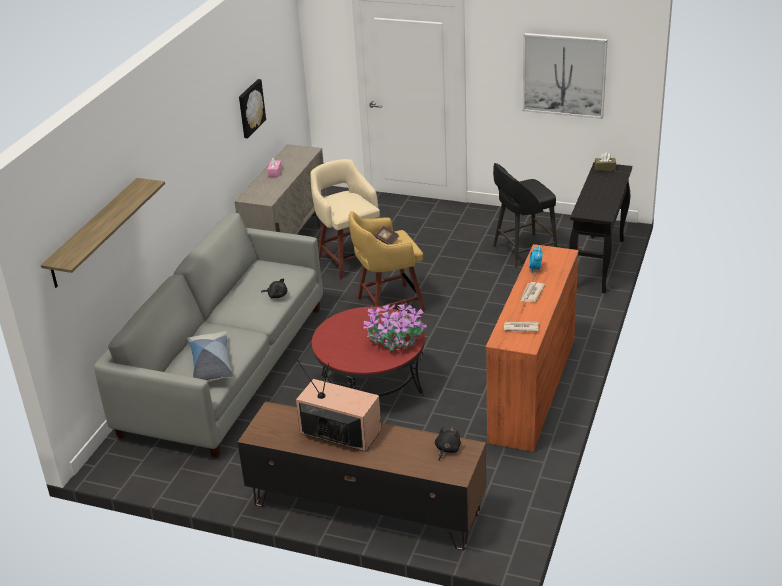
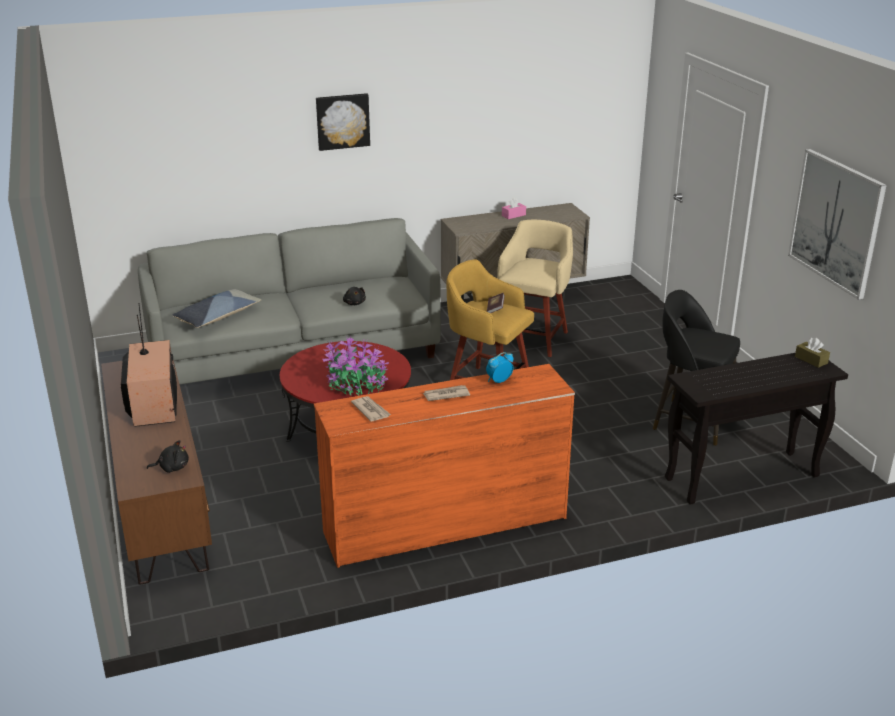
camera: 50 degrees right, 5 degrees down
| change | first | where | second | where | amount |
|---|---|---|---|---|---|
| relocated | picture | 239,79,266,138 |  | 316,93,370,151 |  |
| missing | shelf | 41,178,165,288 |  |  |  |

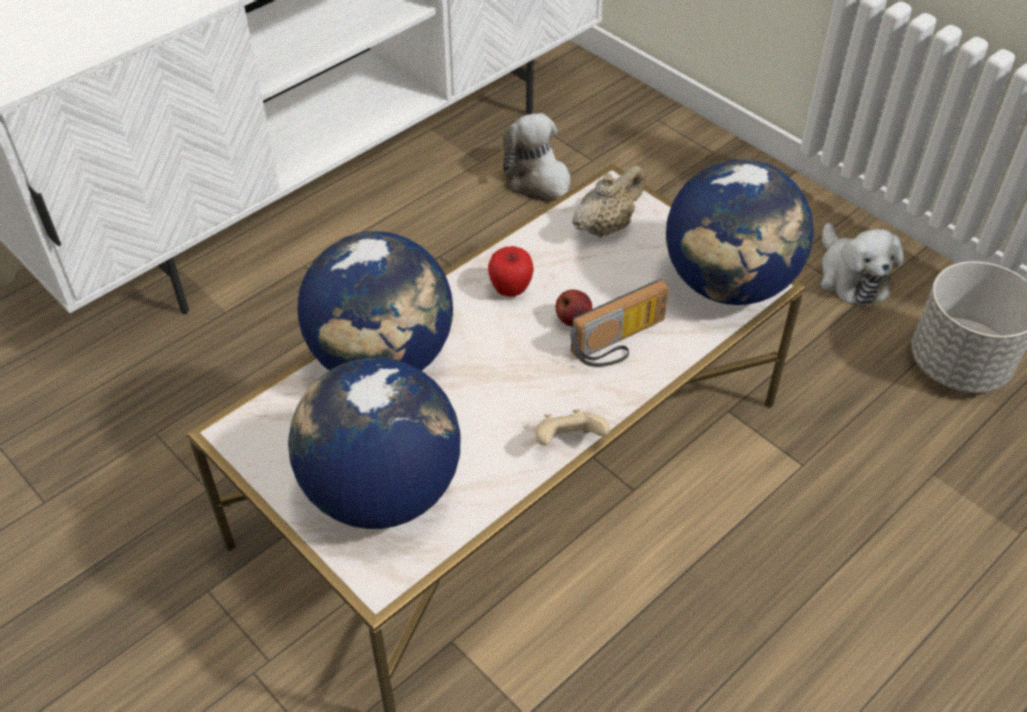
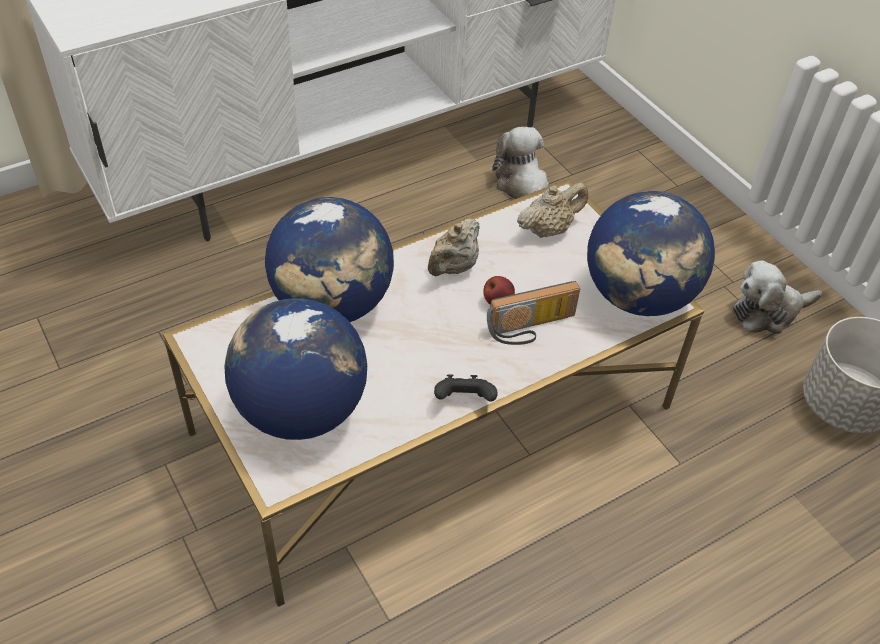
camera: 10 degrees right, 0 degrees up
| change | first | where | second | where | amount |
|---|---|---|---|---|---|
| exchanged | apple | 488,246,534,297 | teapot (beige) | 428,218,480,276 |  |
| colour | game controller (beige) | 535,409,610,446 | game controller (black) | 434,374,497,402 |  |
| spun | plush toy | 820,223,904,306 |  | 732,260,822,334 | 75 degrees clockwise |

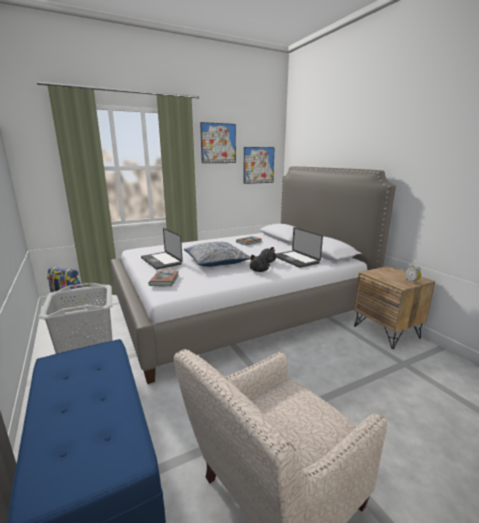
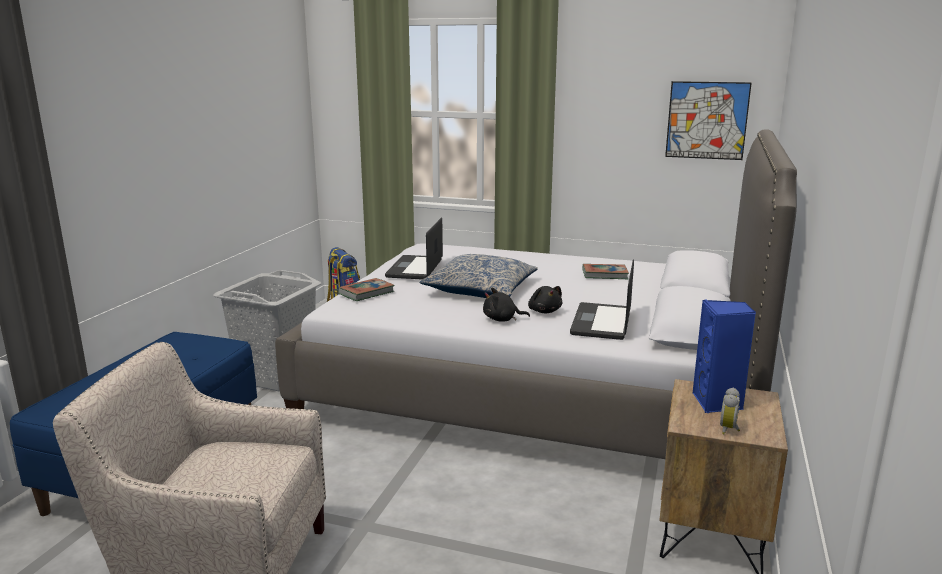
camera: 45 degrees right, 0 degrees up
| change | first | where | second | where | amount |
|---|---|---|---|---|---|
| appeared |  |  | speaker (blue) | 692,300,756,413 |  |
| missing | picture | 200,122,236,163 |  |  |  |

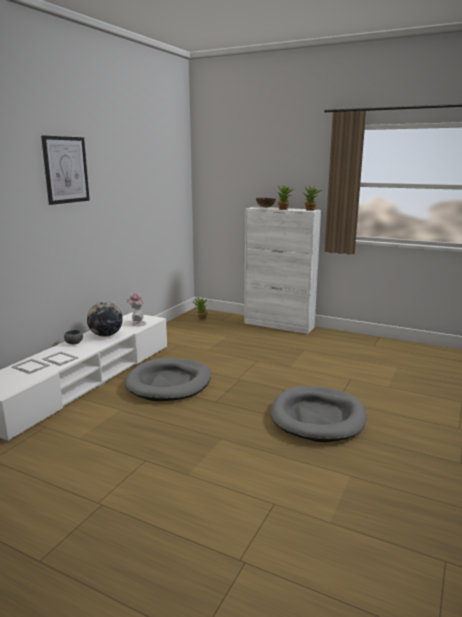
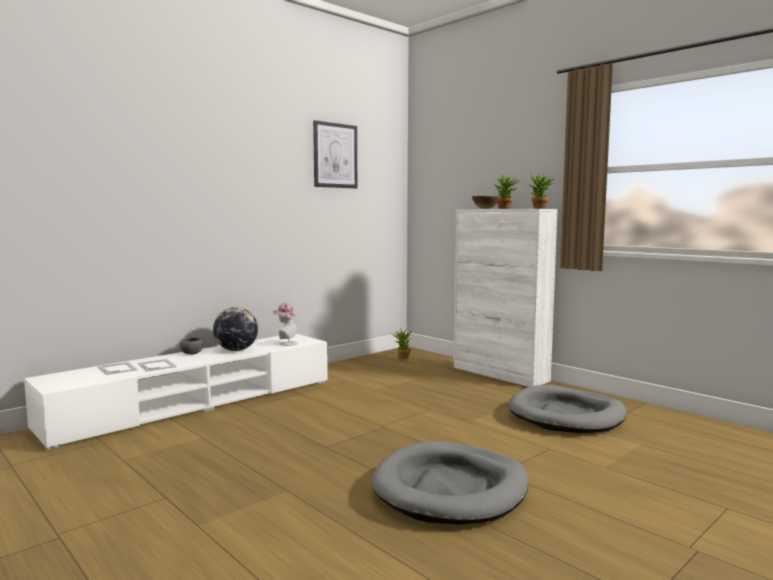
camera: 20 degrees right, 10 degrees down
| change | first | where | second | where | amount |
|---|---|---|---|---|---|
| relocated | picture | 41,135,90,205 |  | 313,120,357,188 |  |
| relocated | dog bed (grey) | 125,358,211,401 |  | 508,385,627,433 |  |

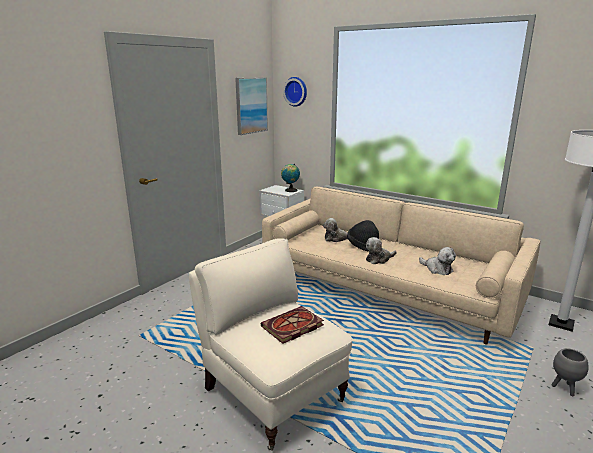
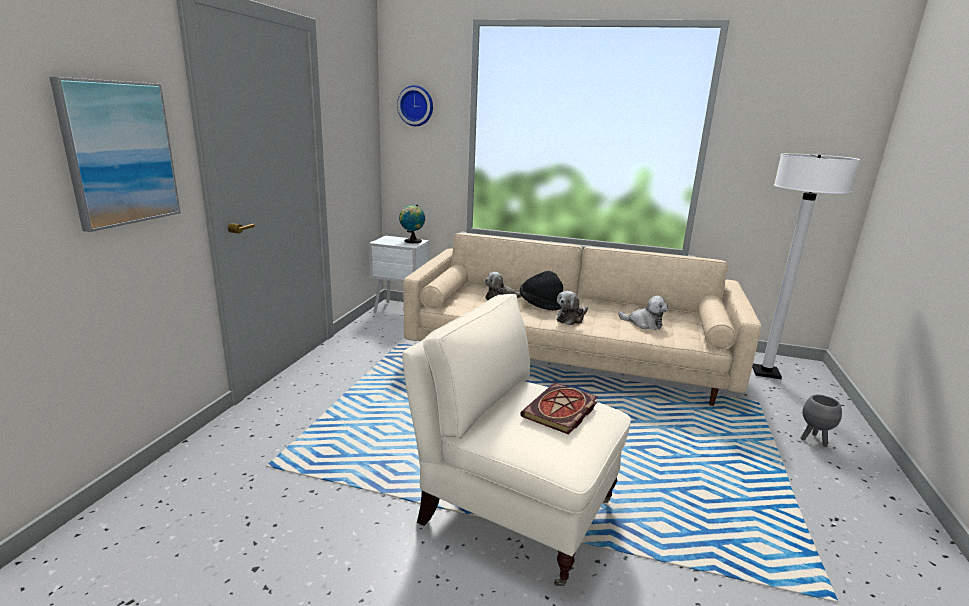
camera: 20 degrees left, 0 degrees up
| change | first | where | second | where | amount |
|---|---|---|---|---|---|
| relocated | picture | 235,77,268,135 |  | 49,77,181,232 |  |

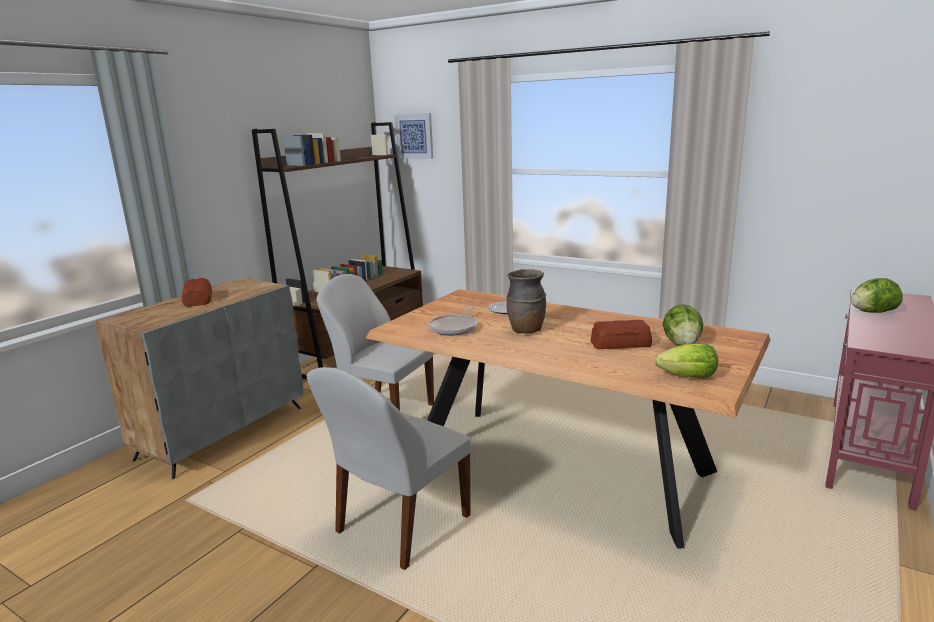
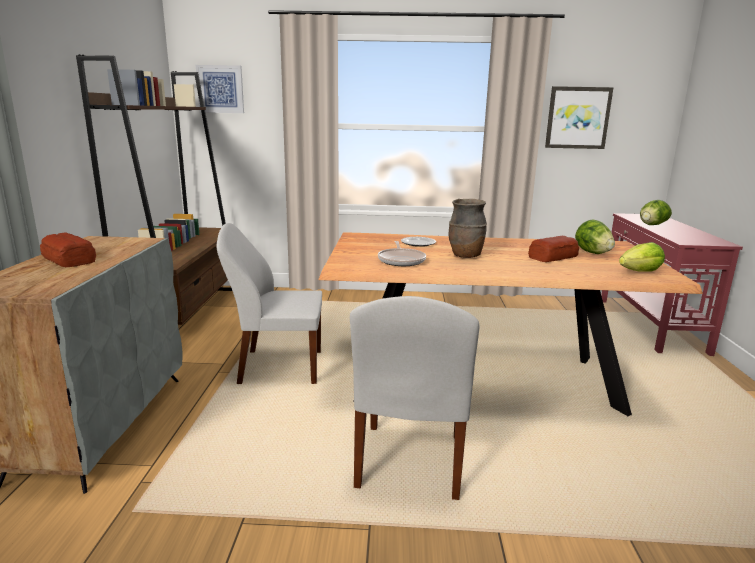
camera: 30 degrees left, 0 degrees up
| change | first | where | second | where | amount |
|---|---|---|---|---|---|
| appeared |  |  | picture | 545,86,614,149 |  |

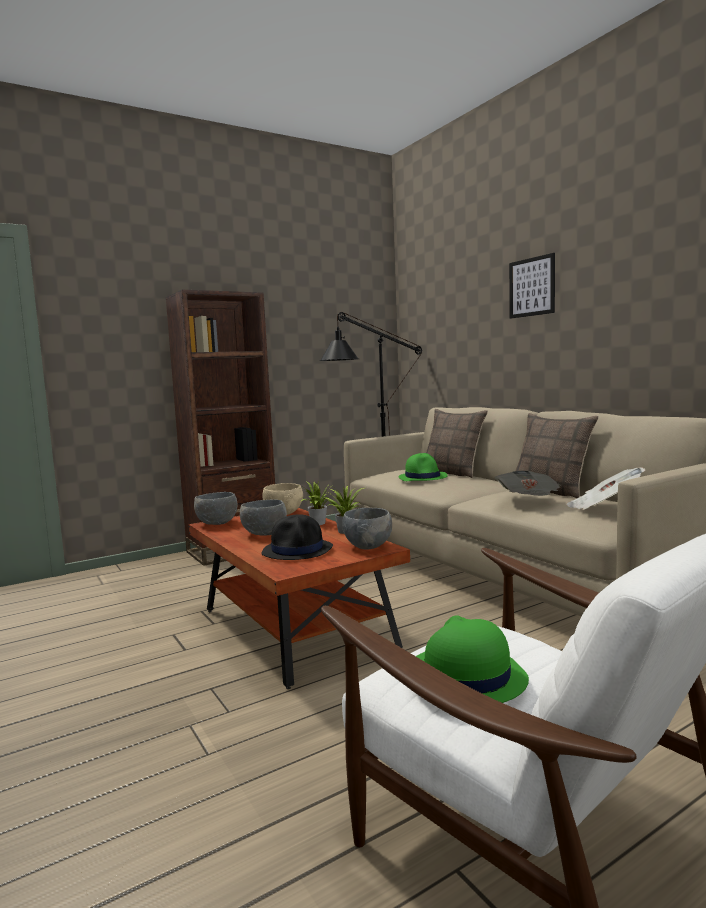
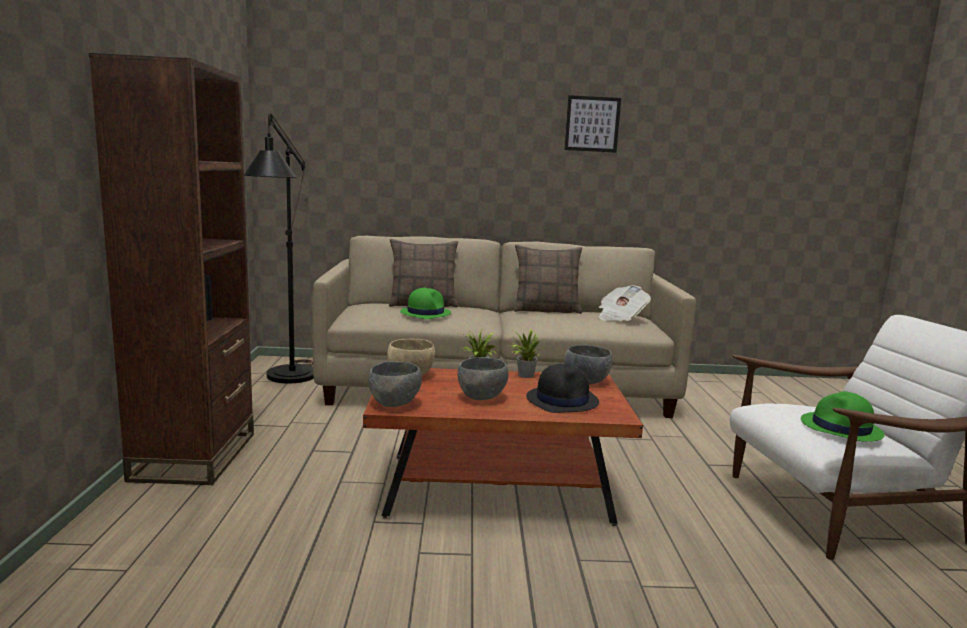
camera: 60 degrees left, 5 degrees up
| change | first | where | second | where | amount |
|---|---|---|---|---|---|
| relocated | picture | 509,253,555,319 |  | 564,95,621,153 |  |
| missing | newspaper | 495,470,561,496 |  |  |  |

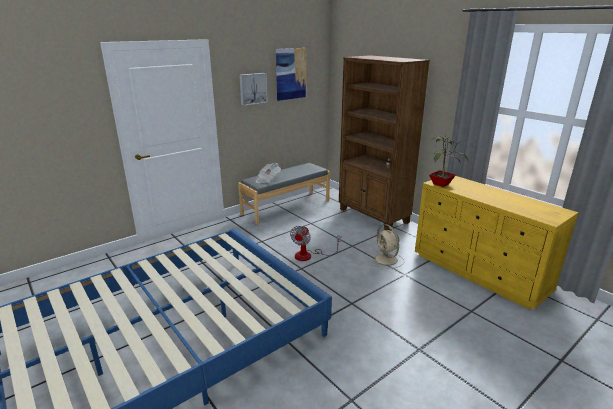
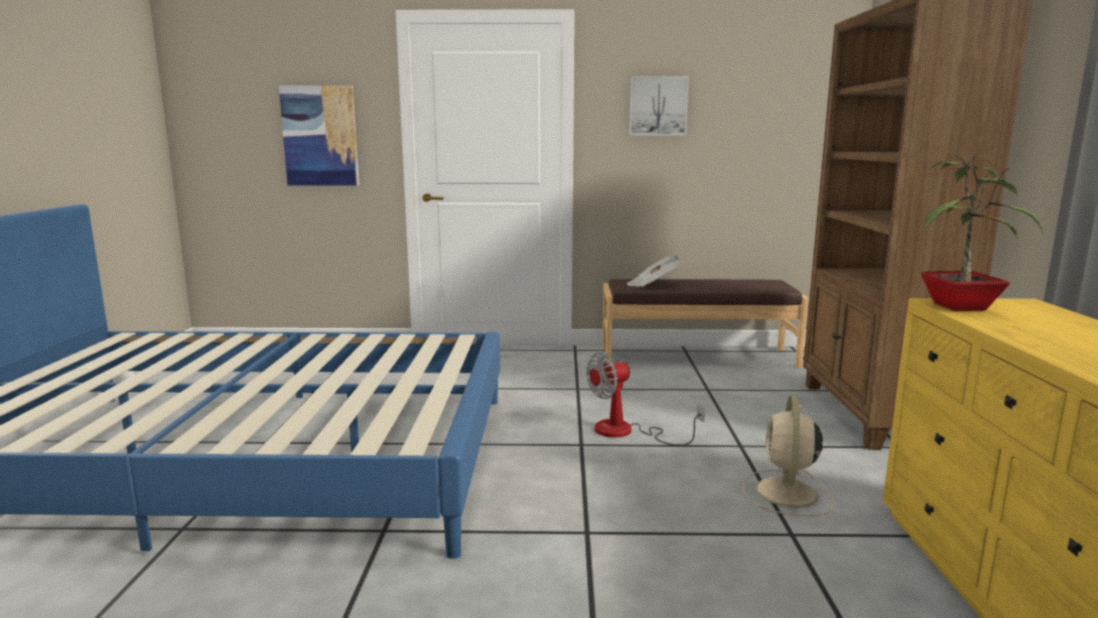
camera: 40 degrees right, 10 degrees down
| change | first | where | second | where | amount |
|---|---|---|---|---|---|
| relocated | picture | 276,48,306,101 |  | 279,86,359,186 |  |
| colour | bench (grey) | 238,163,330,225 | bench (brown) | 602,279,808,368 |  |

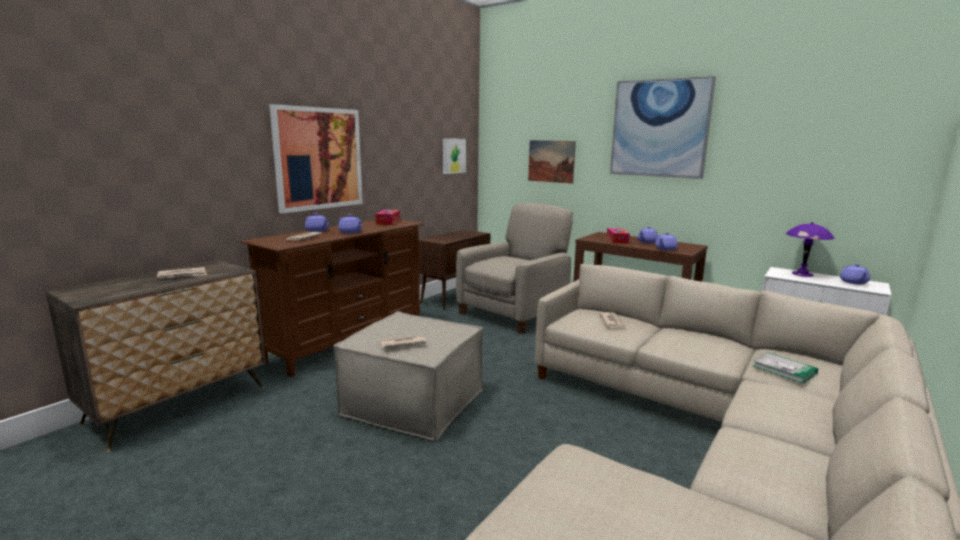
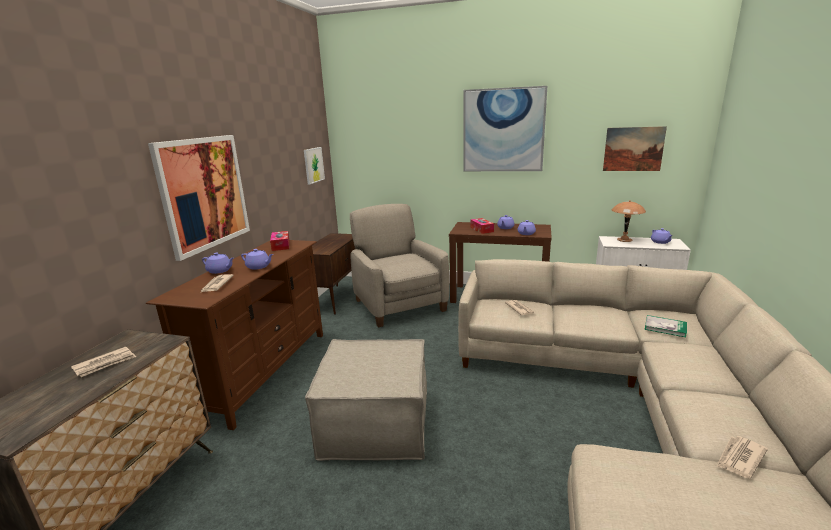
camera: 20 degrees left, 5 degrees up
| change | first | where | second | where | amount |
|---|---|---|---|---|---|
| spun | armchair (beige) | 456,203,573,334 |  | 350,204,449,327 | 45 degrees counterclockwise |
| relocated | picture | 528,140,576,184 |  | 603,126,667,171 |  |
| colour | table lamp (purple) | 786,222,834,277 | table lamp (brown) | 612,200,646,242 |  |
| relocated | newspaper | 380,335,426,348 |  | 717,436,768,478 |  |

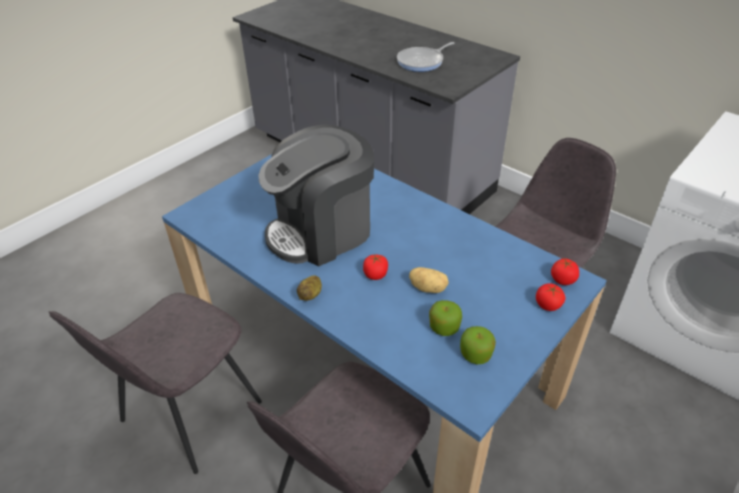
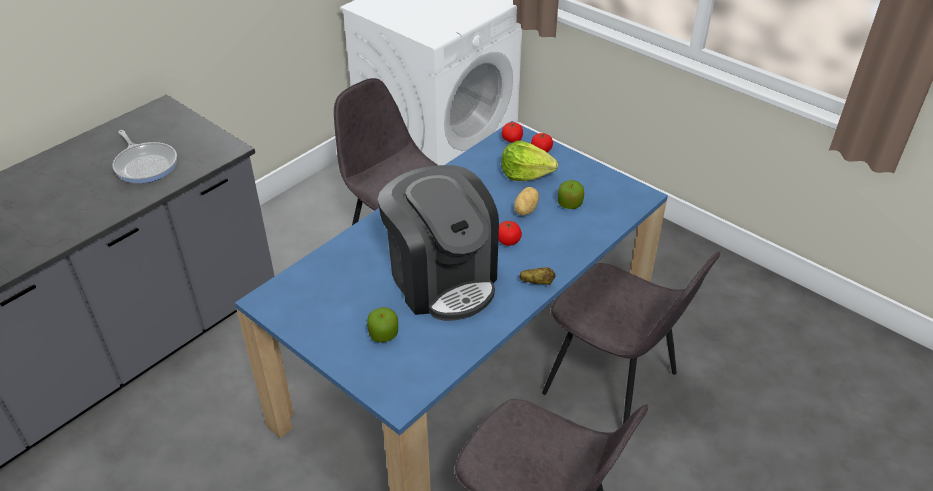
camera: 90 degrees left, 0 degrees up
| change | first | where | second | where | amount |
|---|---|---|---|---|---|
| relocated | apple | 460,326,496,364 |  | 367,307,398,342 |  |
| appeared |  |  | lettuce | 501,141,558,181 |  |

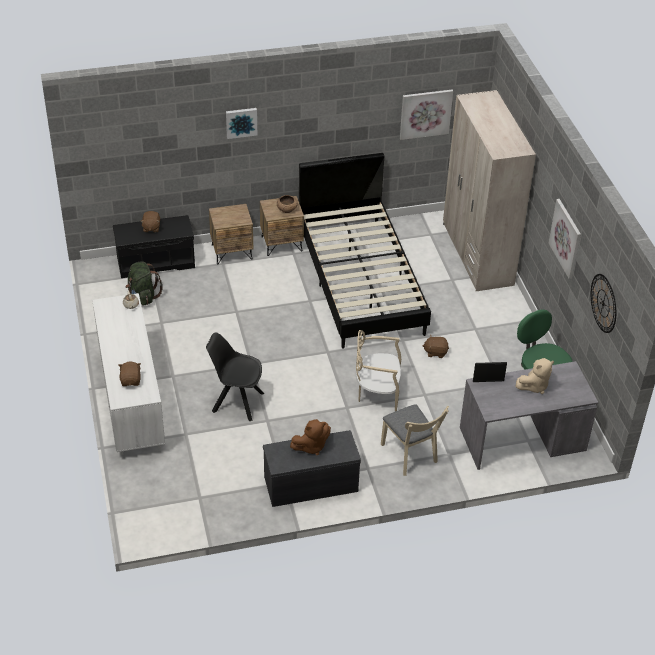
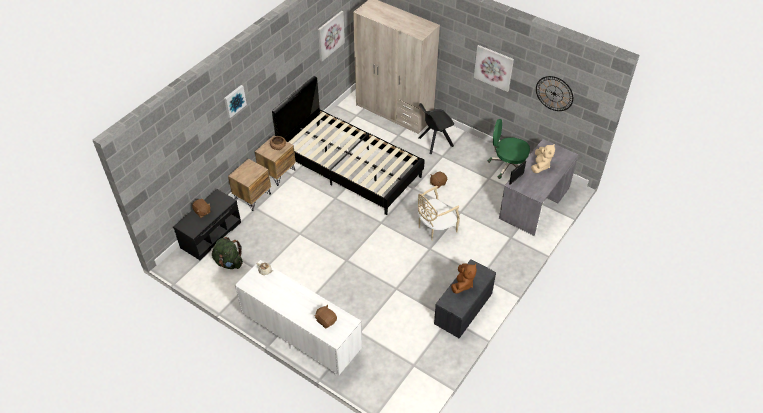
camera: 40 degrees left, 5 degrees up
| change | first | where | second | where | amount |
|---|---|---|---|---|---|
| relocated | chair (black) | 206,332,265,421 |  | 419,103,454,154 |  |
| missing | chair (beige) | 381,404,449,476 |  |  |  |

